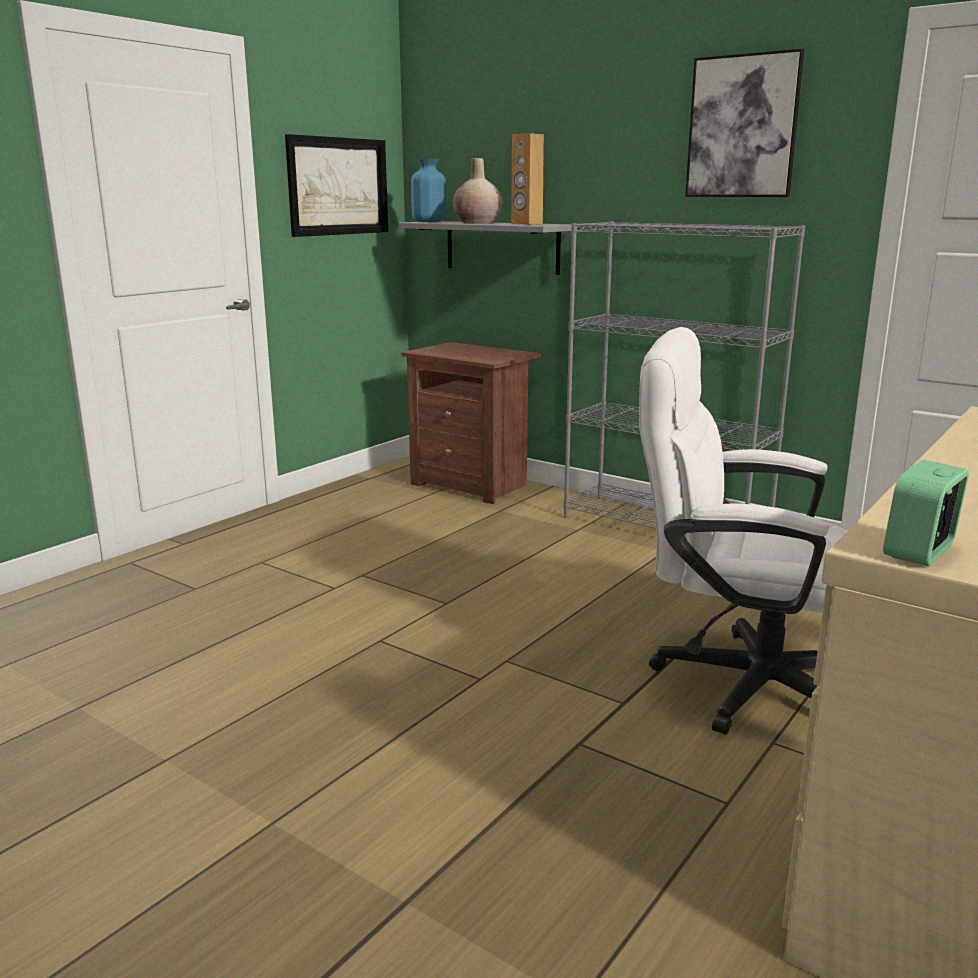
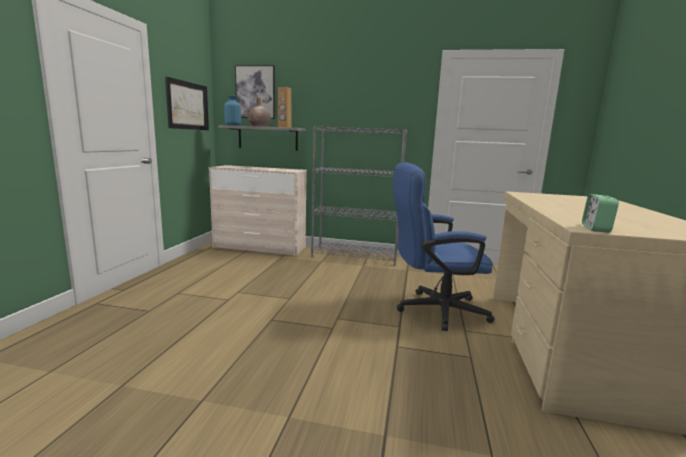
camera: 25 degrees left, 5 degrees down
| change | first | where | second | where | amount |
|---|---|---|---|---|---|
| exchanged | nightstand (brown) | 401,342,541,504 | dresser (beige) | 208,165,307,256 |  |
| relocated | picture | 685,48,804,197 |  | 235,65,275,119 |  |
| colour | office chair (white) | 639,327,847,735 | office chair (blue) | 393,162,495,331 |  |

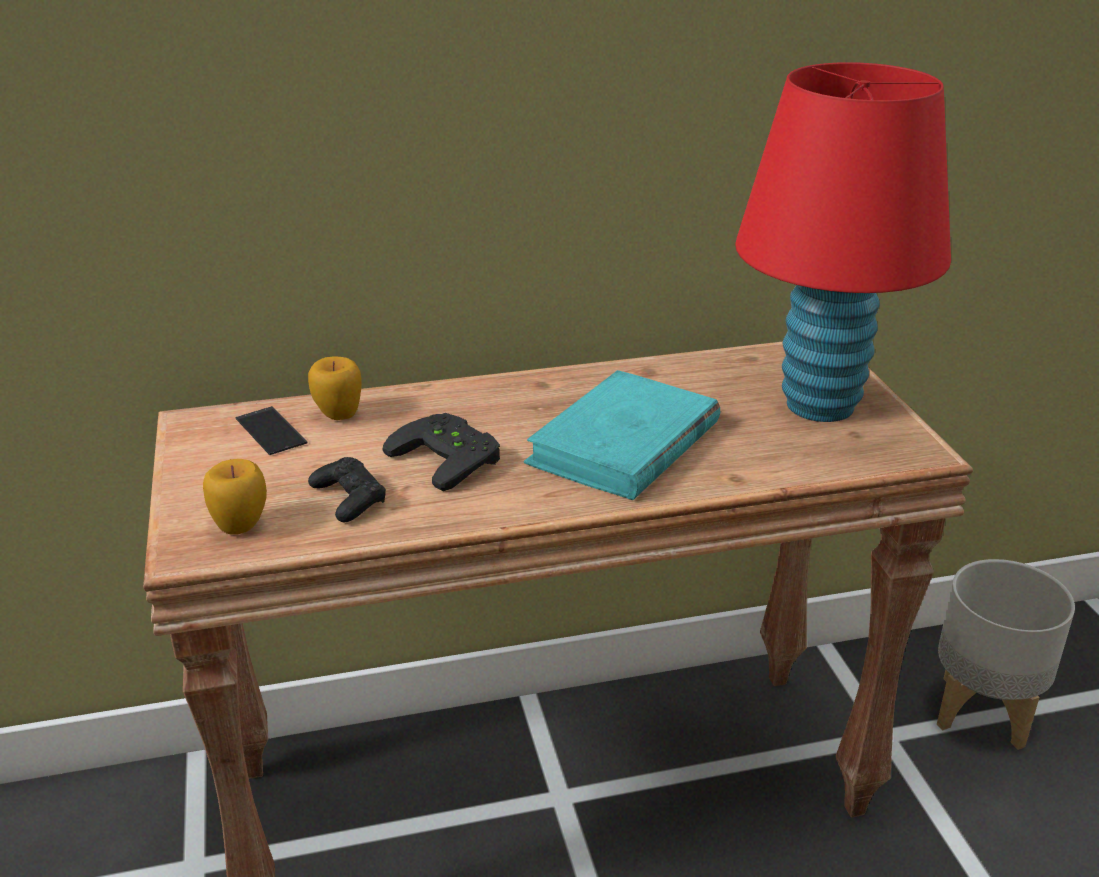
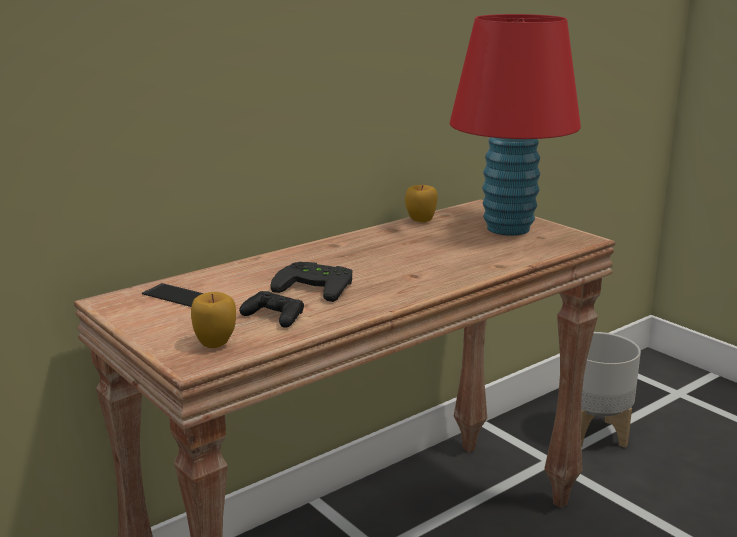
camera: 25 degrees left, 10 degrees down
| change | first | where | second | where | amount |
|---|---|---|---|---|---|
| relocated | apple | 308,356,361,420 |  | 405,185,438,223 |  |
| missing | book (turquoise) | 524,370,720,500 |  |  |  |

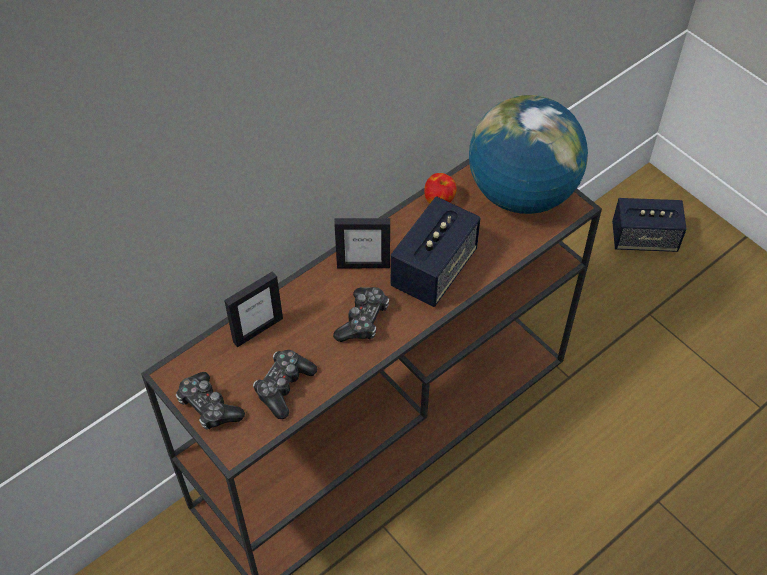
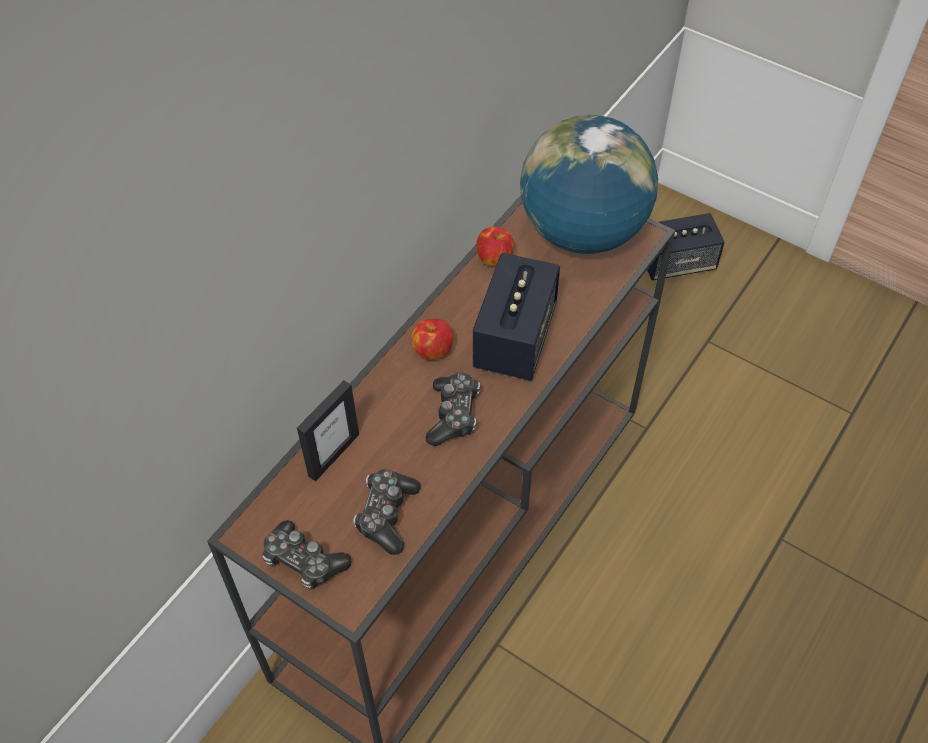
camera: 15 degrees left, 0 degrees up
| change | first | where | second | where | amount |
|---|---|---|---|---|---|
| exchanged | picture frame | 334,218,390,268 | apple | 411,319,453,360 |  |

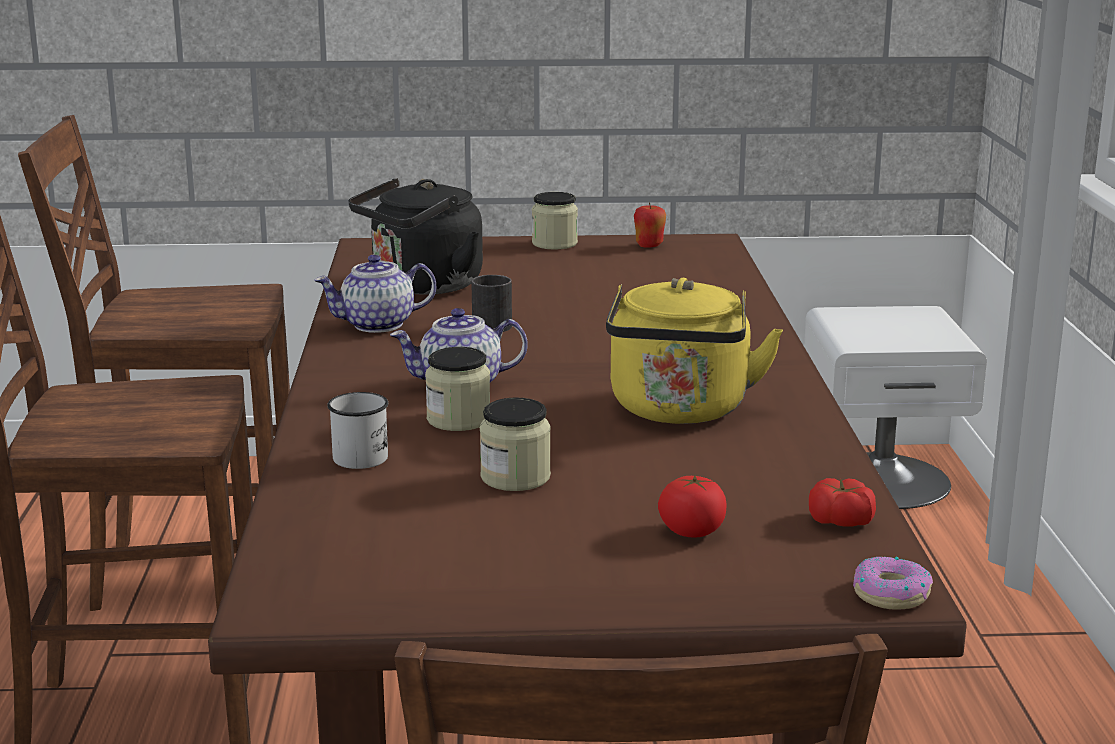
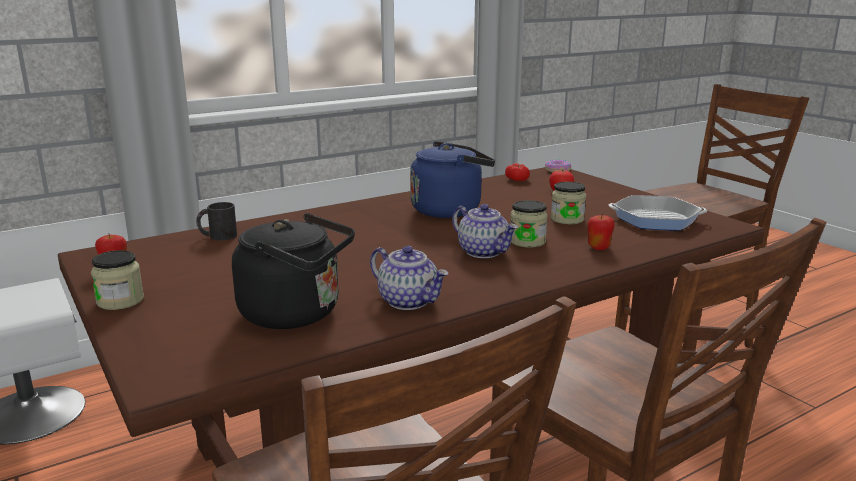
camera: 120 degrees left, 0 degrees up
| change | first | where | second | where | amount |
|---|---|---|---|---|---|
| relocated | mug (black) | 471,275,512,332 |  | 196,202,237,240 |  |
| colour | kettle (yellow) | 606,278,783,424 | kettle (blue) | 410,141,495,218 |  |
| exchanged | mug (white) | 327,392,388,469 | apple | 587,213,615,250 |  |
| appeared |  |  | frying pan | 608,195,707,231 |  |

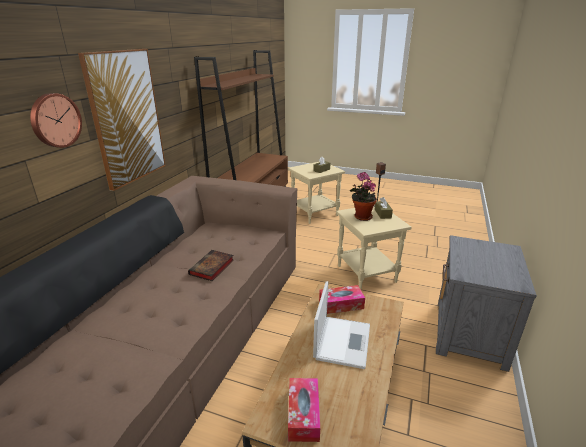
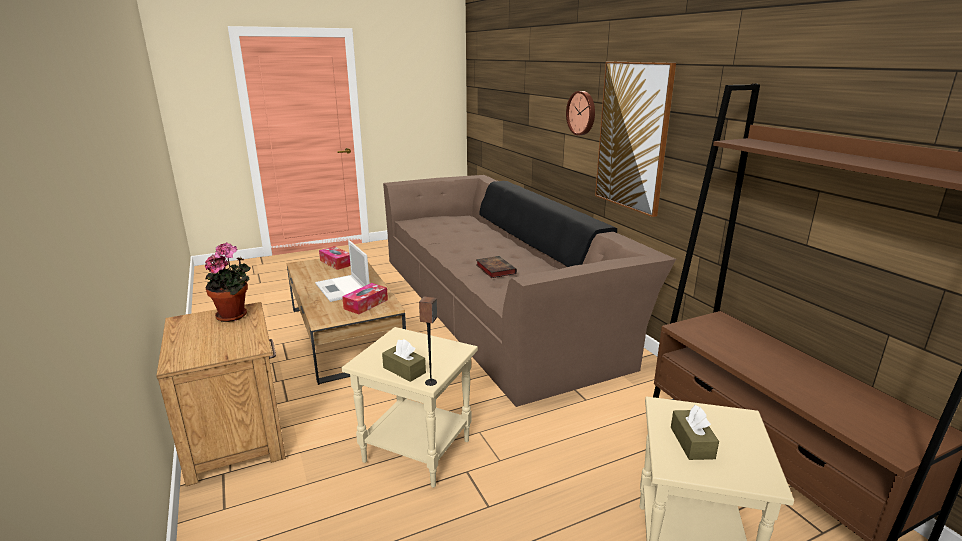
camera: 135 degrees right, 5 degrees down
| change | first | where | second | where | amount |
|---|---|---|---|---|---|
| colour | nightstand (grey) | 436,235,537,372 | nightstand (brown) | 156,302,286,486 |  |
| relocated | potted plant | 350,172,377,221 |  | 205,242,250,322 |  |

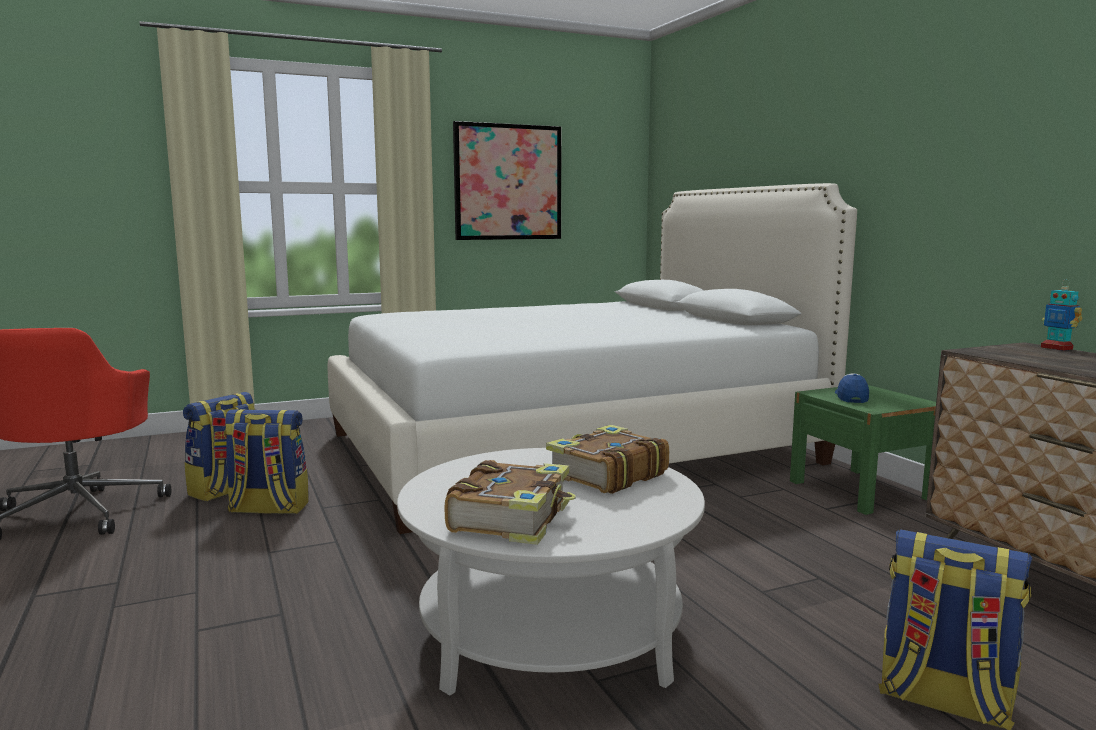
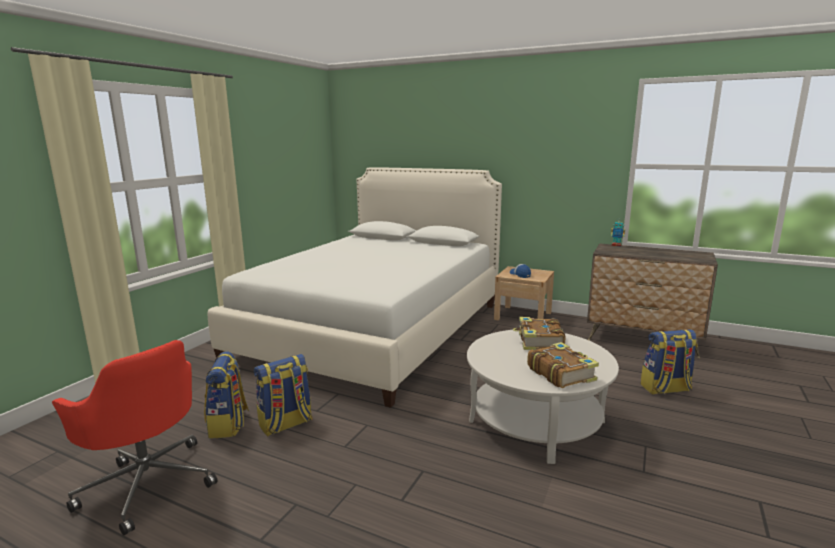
camera: 40 degrees left, 5 degrees up
| change | first | where | second | where | amount |
|---|---|---|---|---|---|
| colour | nightstand (green) | 790,385,936,515 | nightstand (beige) | 494,266,554,320 |  |
| missing | picture | 453,121,562,240 |  |  |  |

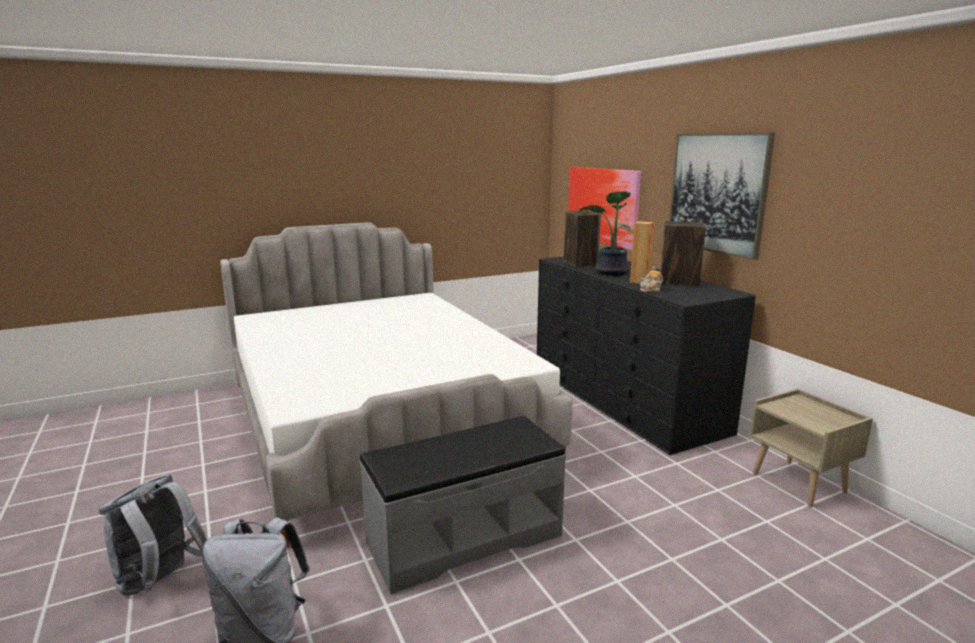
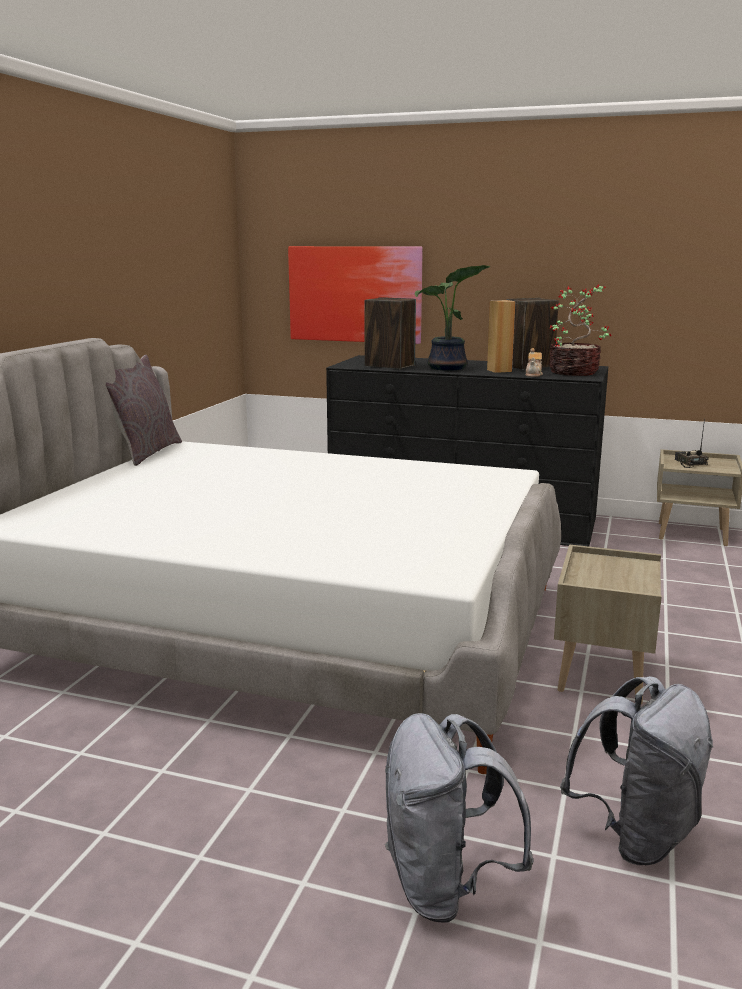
camera: 45 degrees left, 0 degrees up
| change | first | where | second | where | amount |
|---|---|---|---|---|---|
| appeared |  |  | pillow (grey) | 106,355,182,466 |  |
| appeared |  |  | potted plant | 549,284,612,376 |  |
| exchanged | bench (grey) | 359,416,566,594 | nightstand (beige) | 554,544,662,704 |  |
| appeared |  |  | radio | 675,418,709,468 |  |
| missing | picture | 669,133,775,260 |  |  |  |

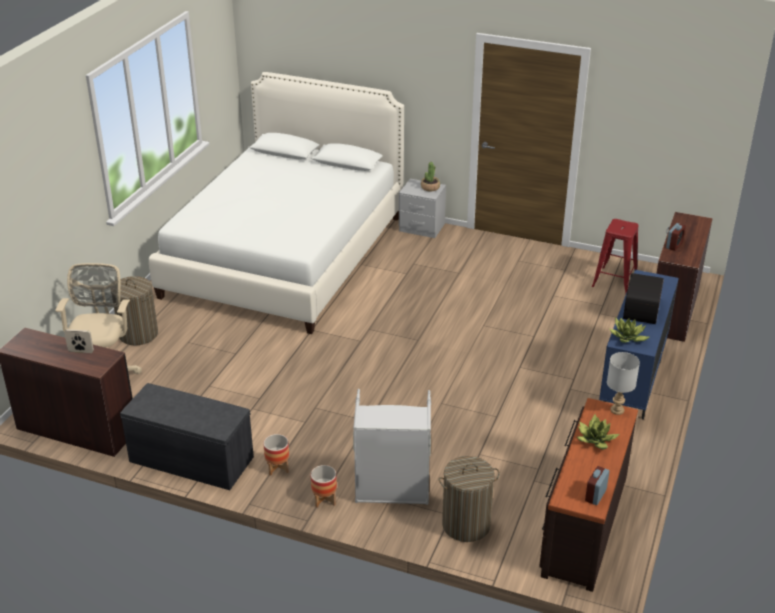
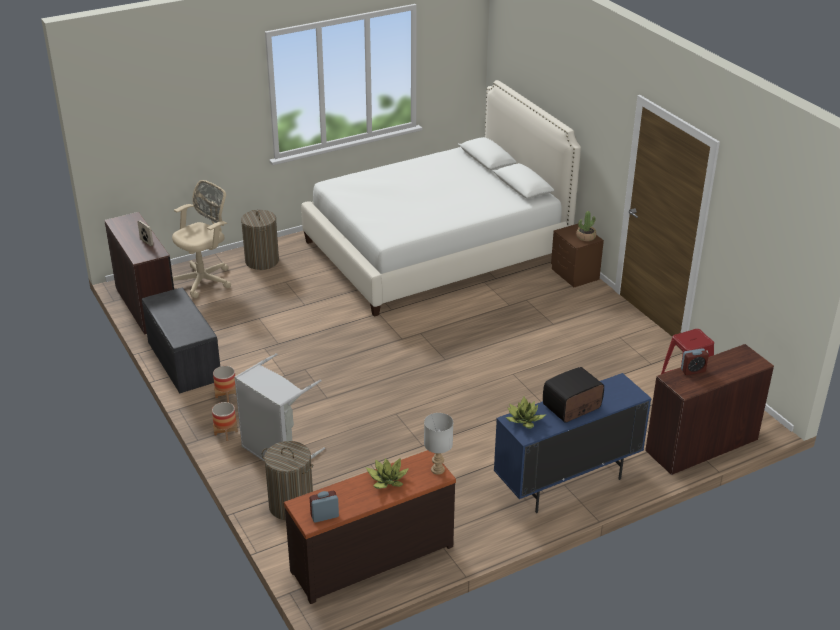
camera: 40 degrees right, 0 degrees up
| change | first | where | second | where | amount |
|---|---|---|---|---|---|
| colour | nightstand (grey) | 399,179,446,238 | nightstand (brown) | 551,224,604,287 |  |

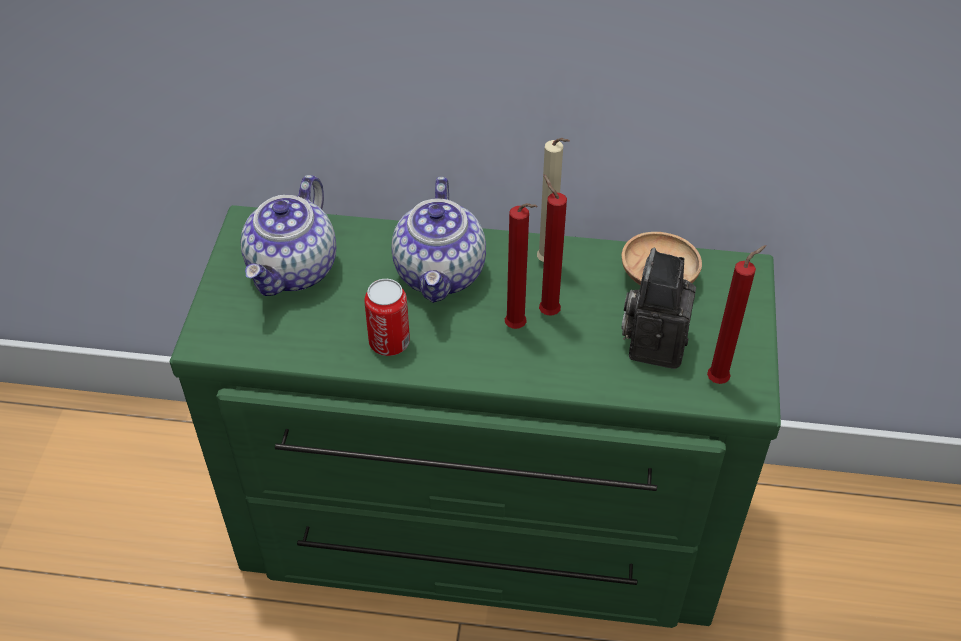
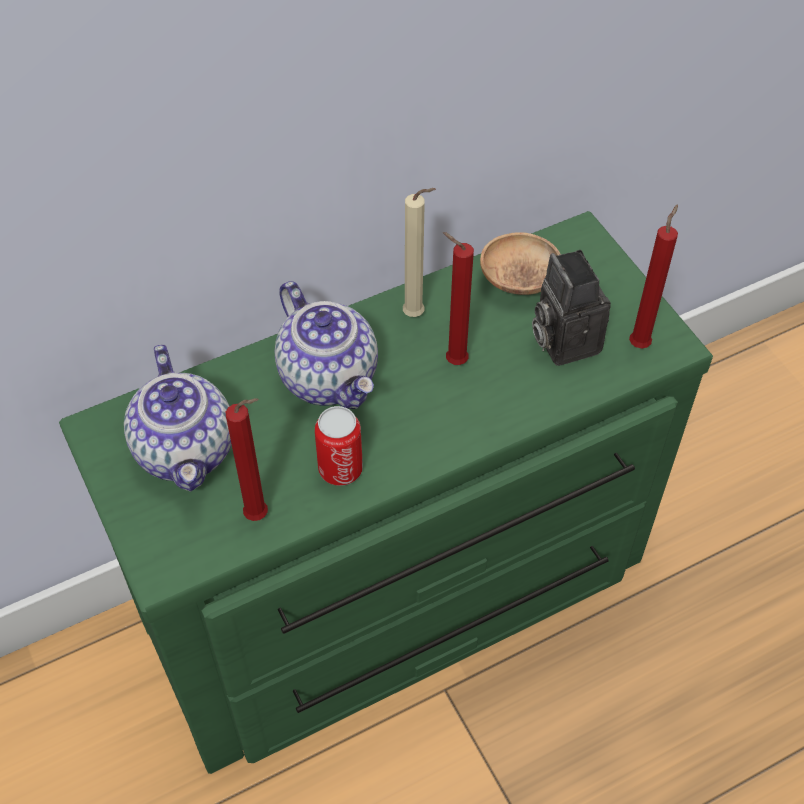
camera: 35 degrees left, 5 degrees up
| change | first | where | second | where | amount |
|---|---|---|---|---|---|
| relocated | candle (red) | 505,203,537,329 |  | 226,398,268,521 |  |

